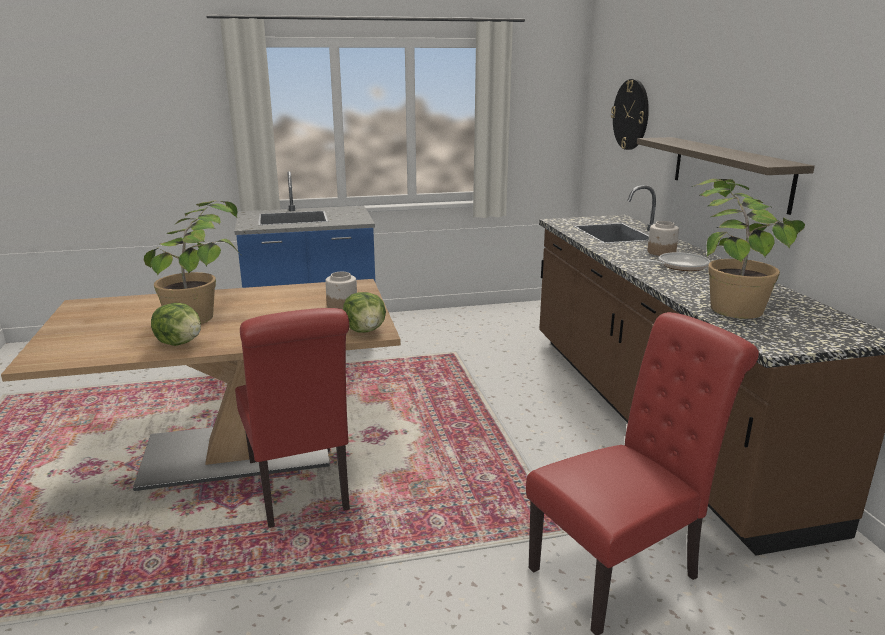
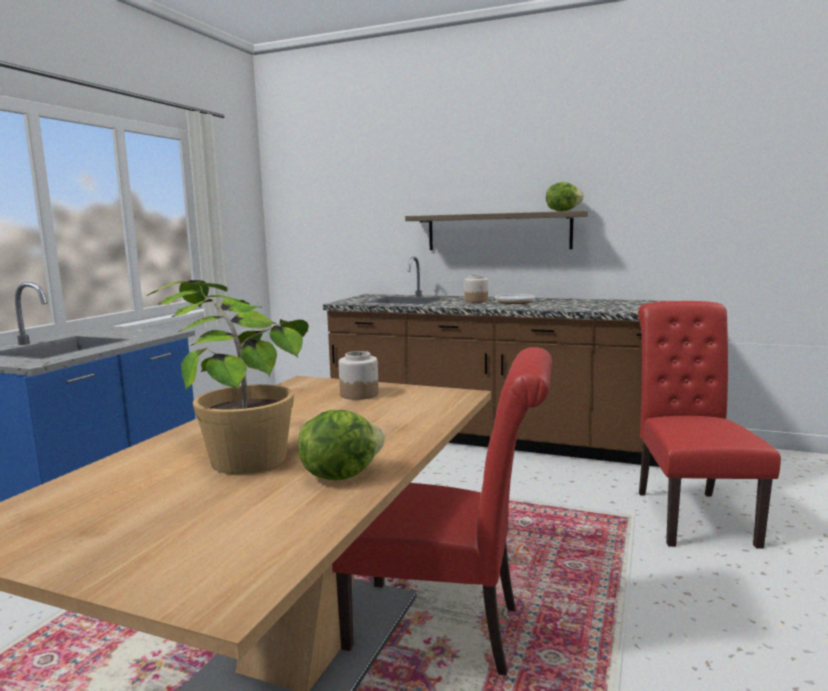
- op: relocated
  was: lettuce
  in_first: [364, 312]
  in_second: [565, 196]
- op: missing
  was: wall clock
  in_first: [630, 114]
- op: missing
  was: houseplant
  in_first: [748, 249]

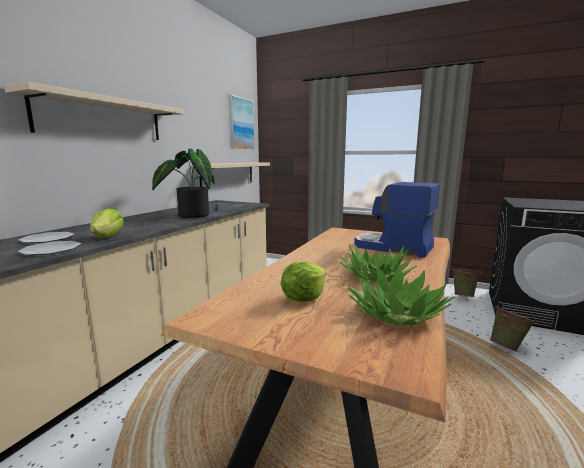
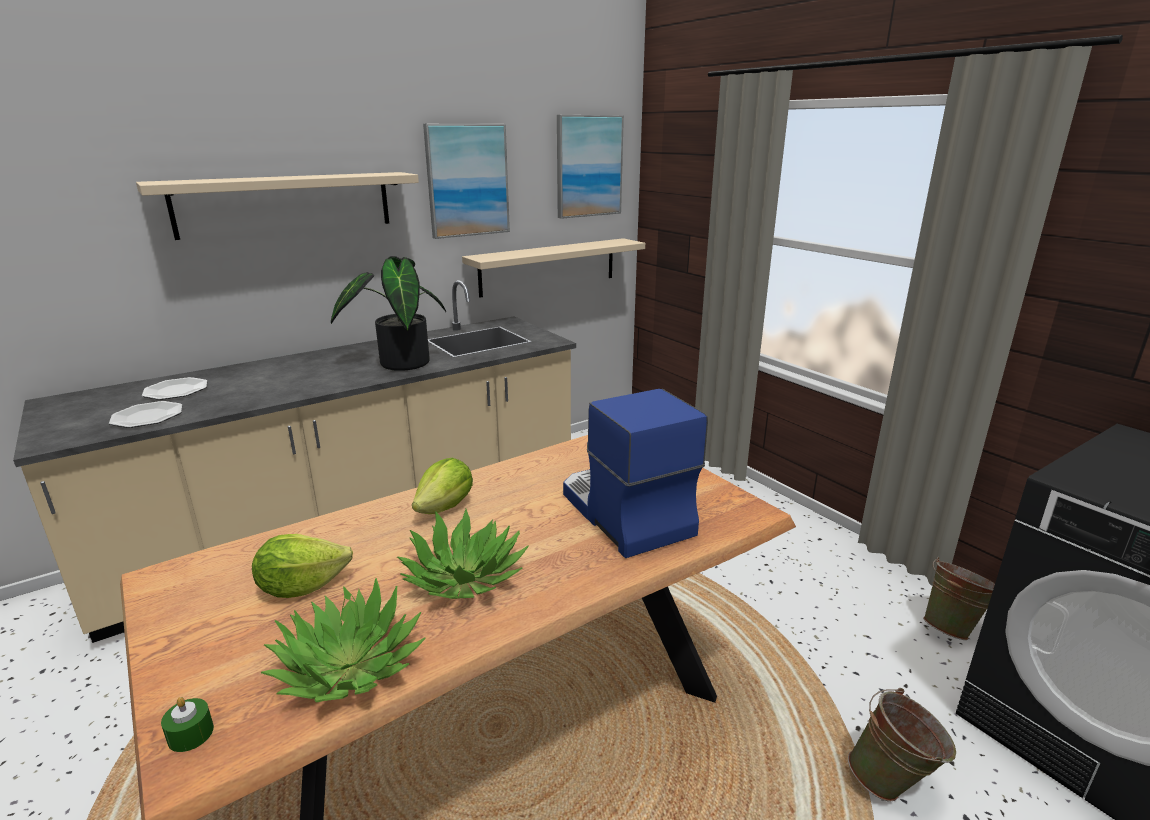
- op: relocated
  was: lettuce
  in_first: [107, 223]
  in_second: [442, 486]
- op: appeared
  now: wax light (green-coloured)
  in_second: [187, 724]
- op: appeared
  now: picture
  in_second: [466, 181]

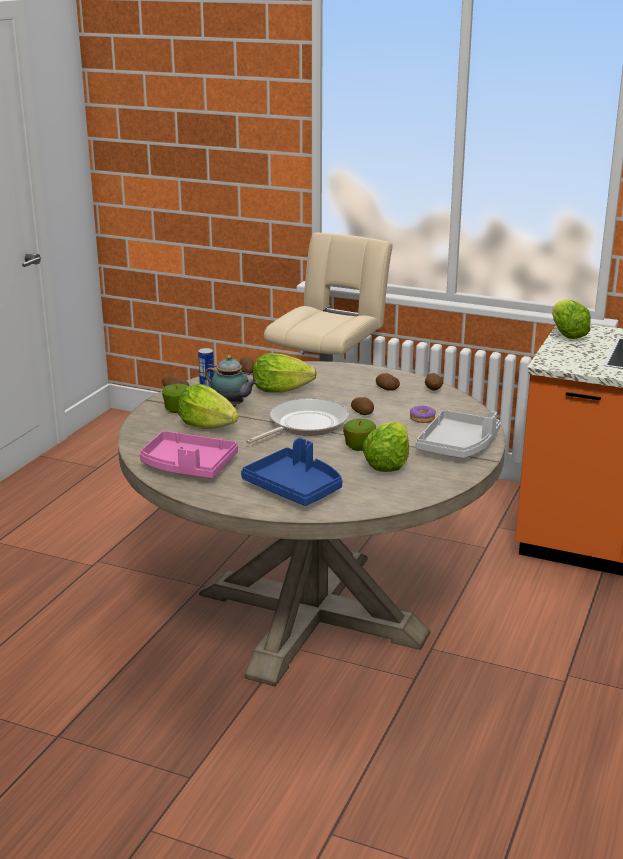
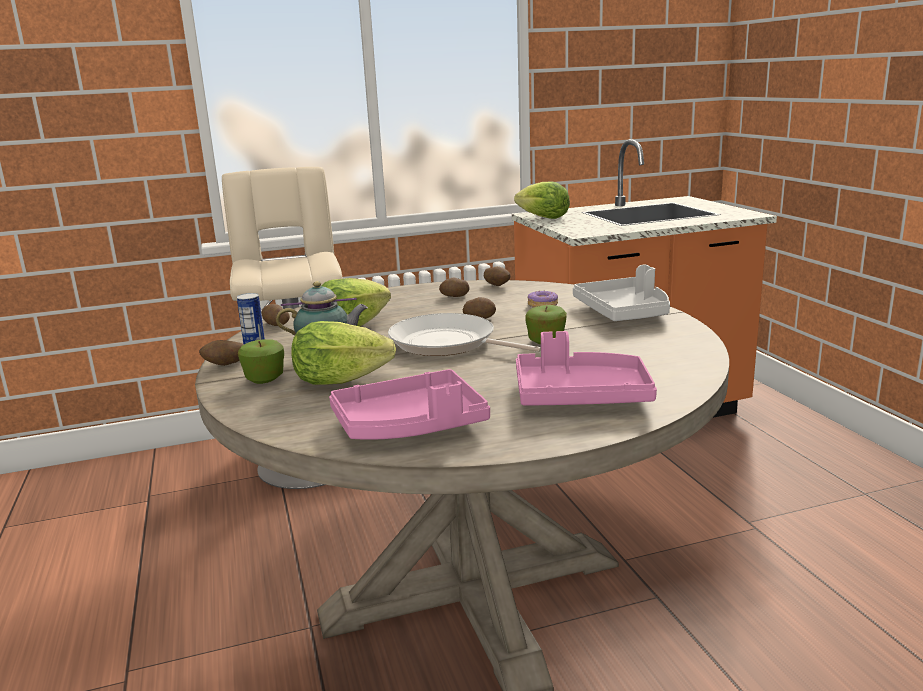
- op: colour
  was: carrying tray (blue)
  now: carrying tray (pinkish)
  in_first: [291, 472]
  in_second: [586, 368]
- op: spun
  was: skillet
  in_first: [297, 421]
  in_second: [464, 334]
  clockwise: -60
- op: missing
  was: lettuce
  in_first: [385, 446]

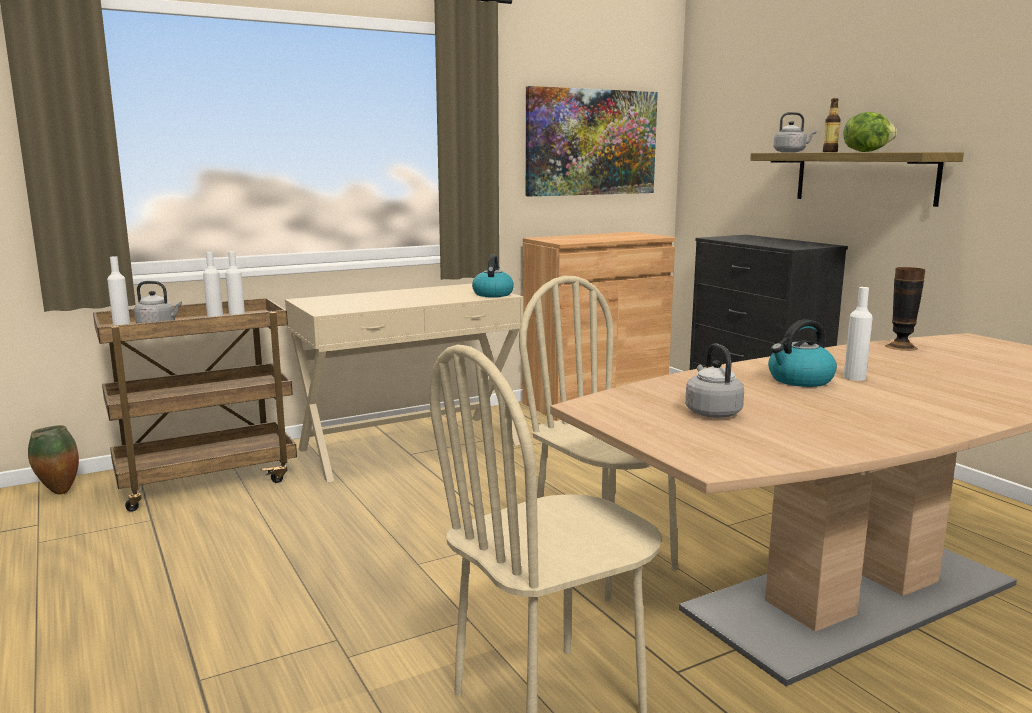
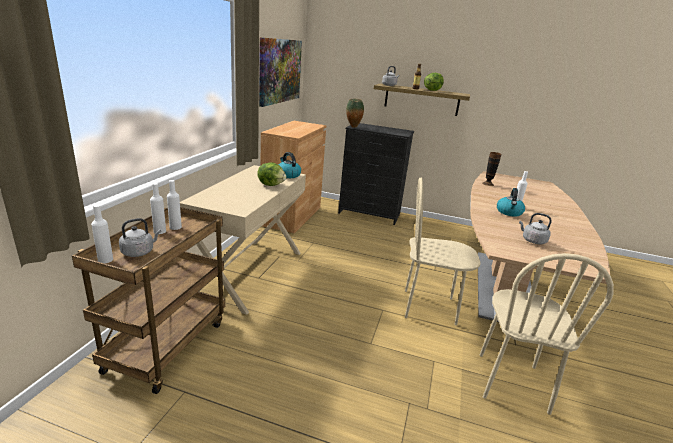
- op: relocated
  was: flower vase
  in_first: [53, 459]
  in_second: [355, 113]
- op: appeared
  now: lettuce
  in_second: [272, 174]

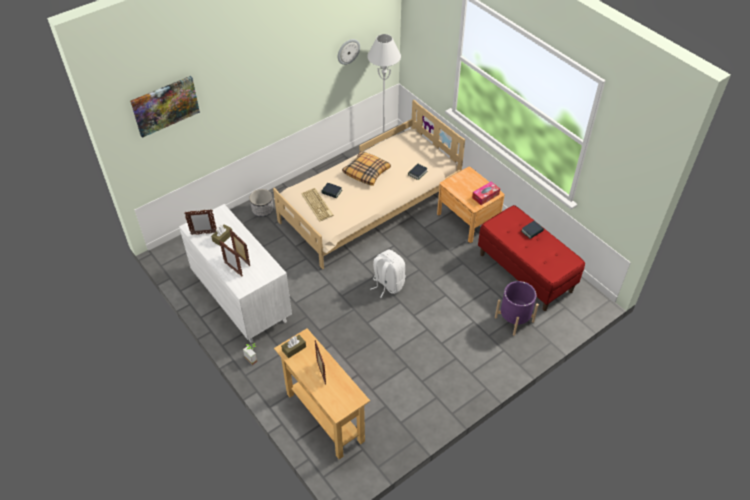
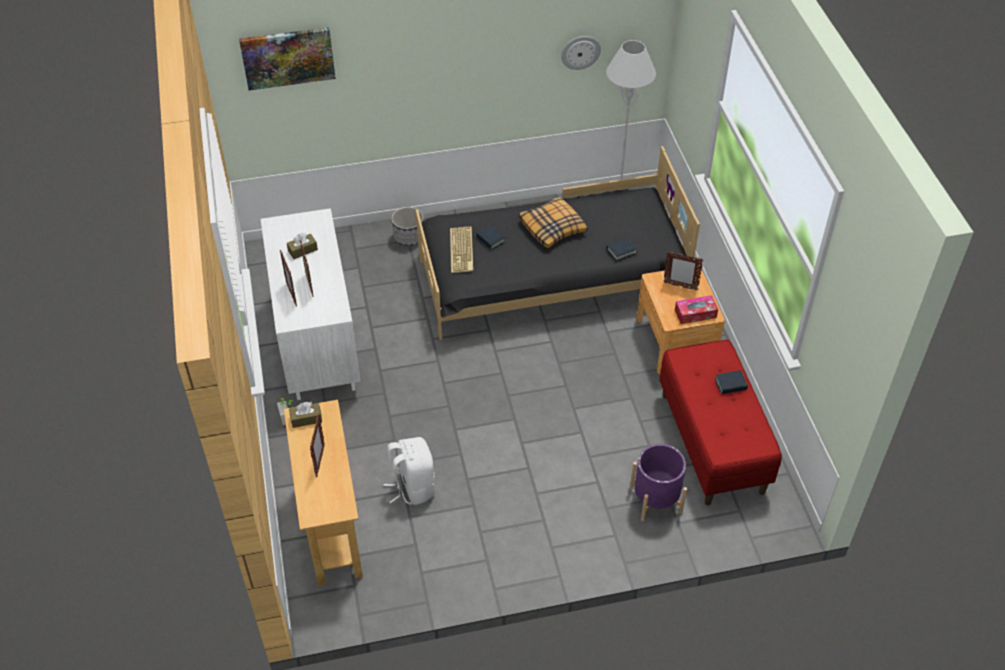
- op: relocated
  was: photo frame
  in_first: [200, 222]
  in_second: [683, 270]
- op: colour
  was: bedroom bed (beige-coloured)
  now: bedroom bed (blackish)
  in_first: [369, 184]
  in_second: [558, 243]
- op: relocated
  was: backpack (white)
  in_first: [388, 273]
  in_second: [409, 471]

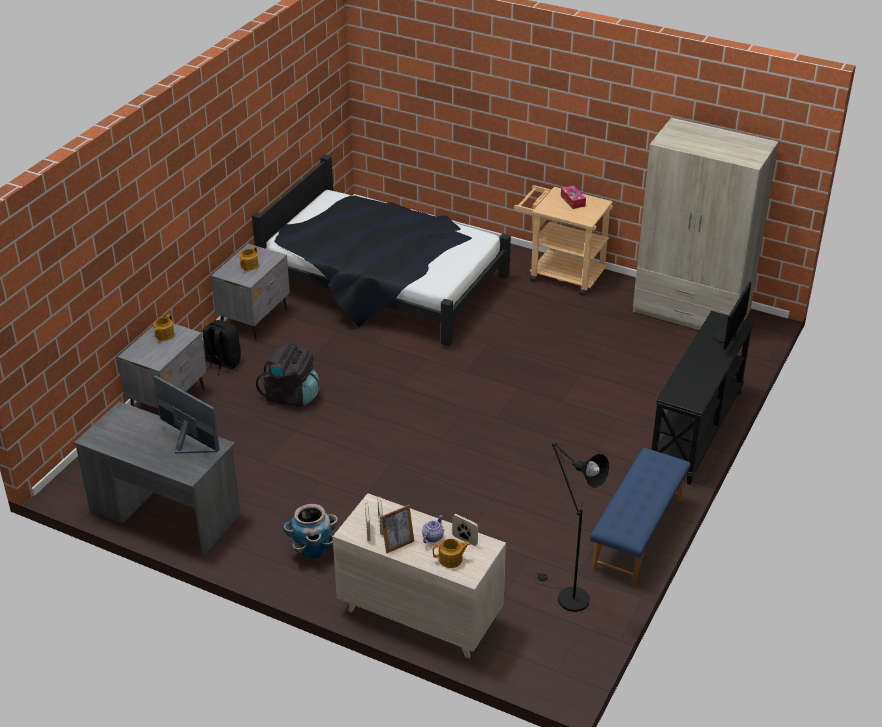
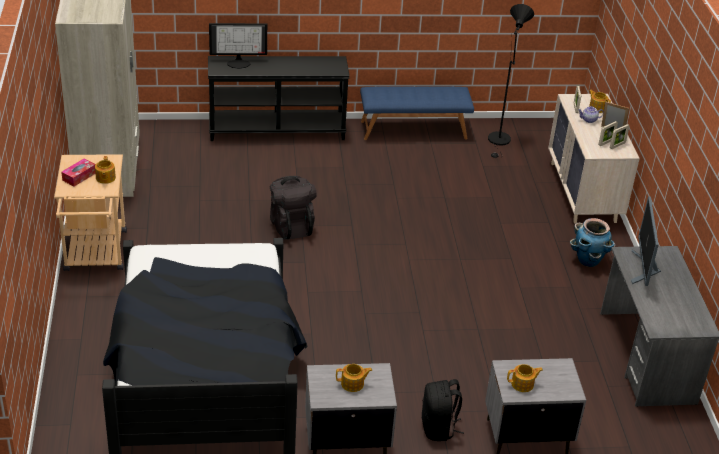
- op: relocated
  was: backpack (blackish)
  in_first: [288, 374]
  in_second: [293, 208]
- op: appeared
  now: pot for tea
  in_second: [105, 170]

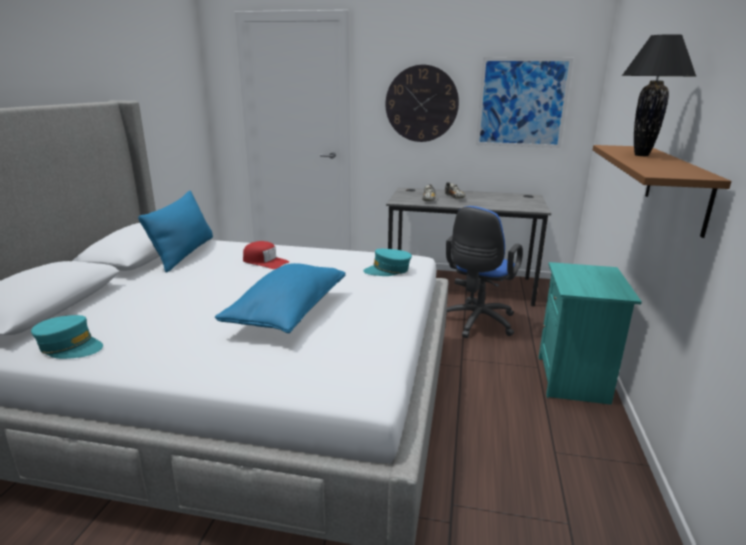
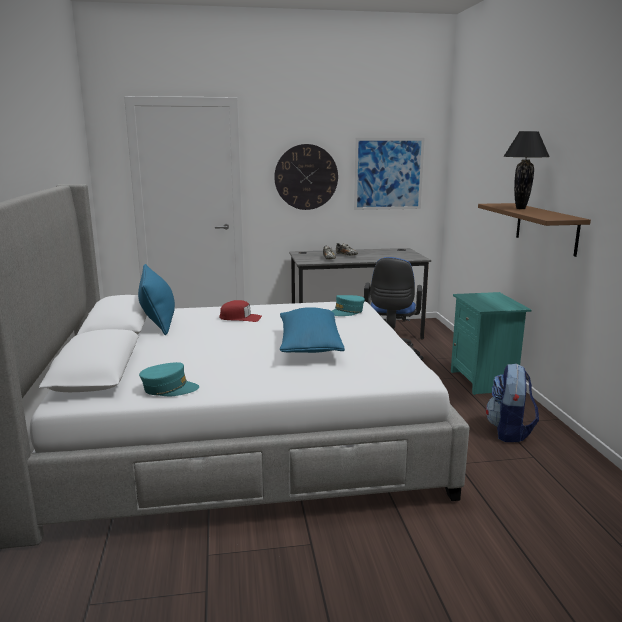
- op: appeared
  now: backpack
  in_second: [512, 402]

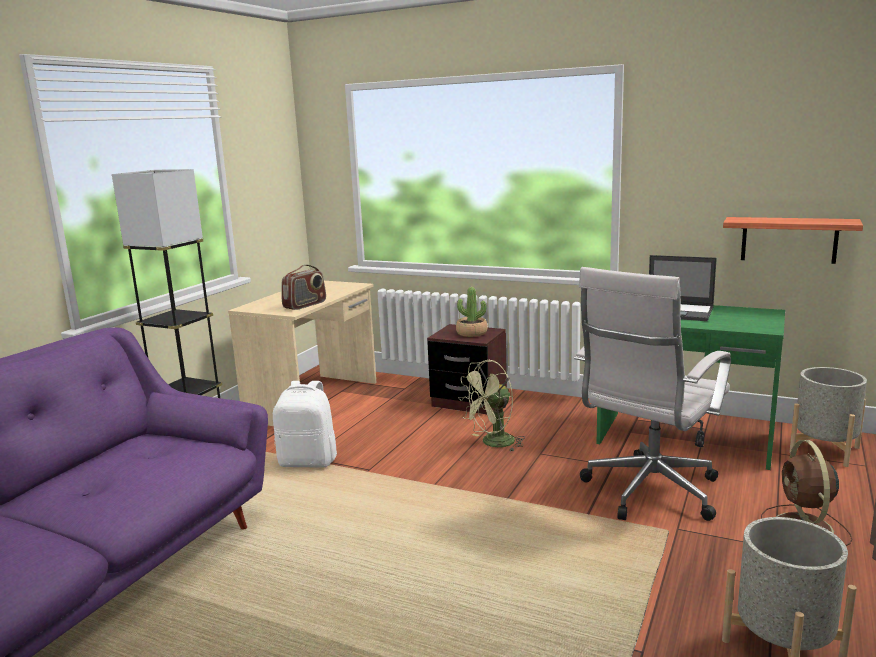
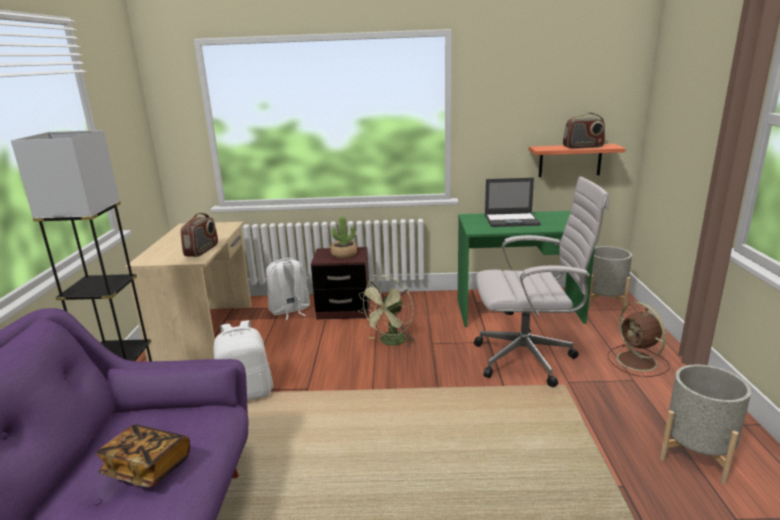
- op: spun
  was: office chair (white)
  in_first: [652, 394]
  in_second: [541, 282]
  clockwise: -105
- op: appeared
  now: book
  in_second: [143, 456]
- op: appeared
  now: backpack (white)
  in_second: [288, 289]
- op: appeared
  now: radio receiver
  in_second: [584, 131]

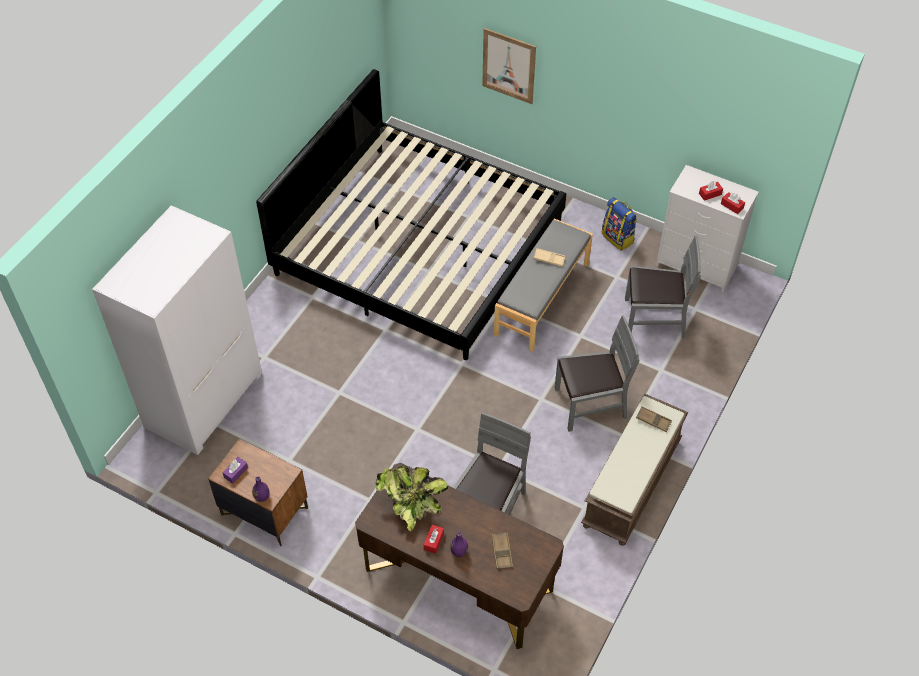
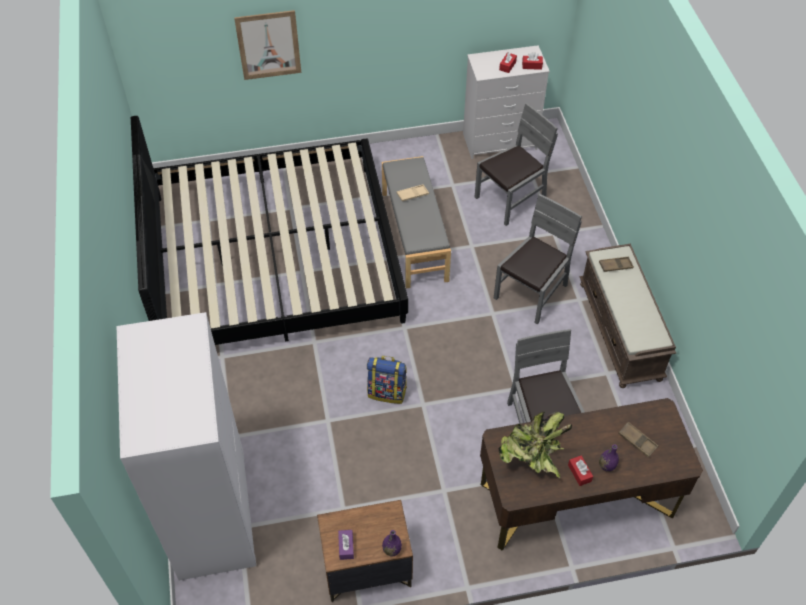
- op: relocated
  was: backpack
  in_first: [619, 224]
  in_second: [387, 380]

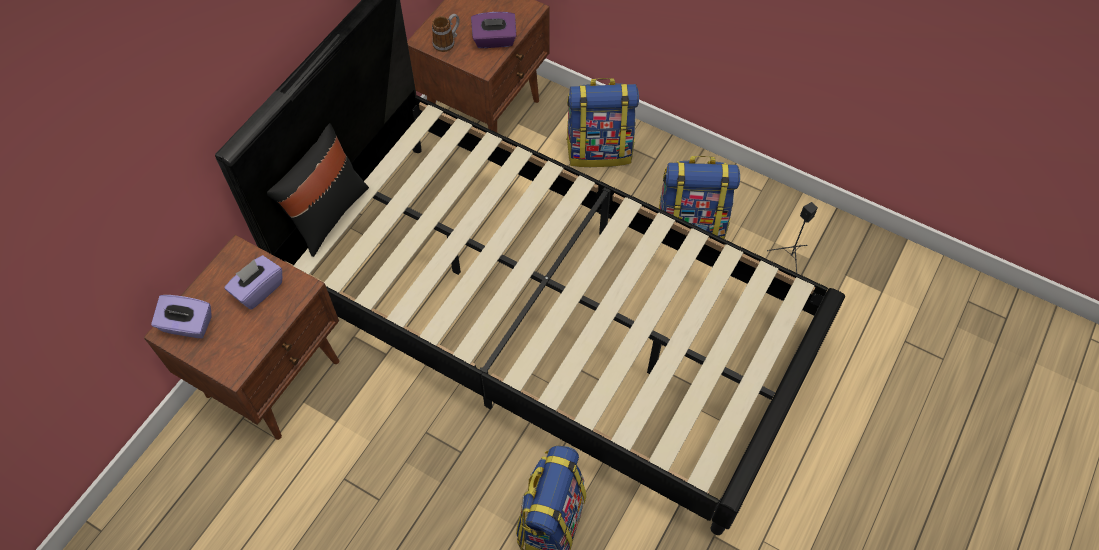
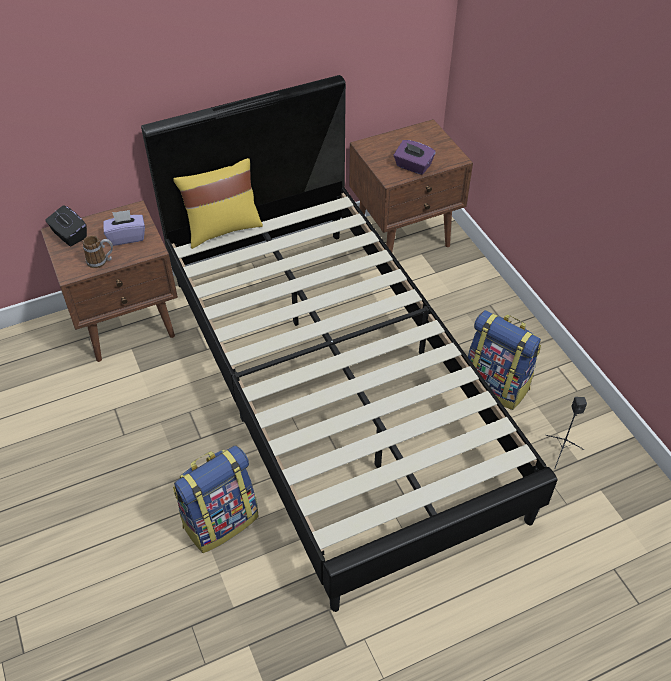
- op: colour
  was: tissue holder (purple)
  now: tissue holder (blackish)
  in_first: [181, 316]
  in_second: [66, 225]
- op: colour
  was: cushion (blackish)
  now: cushion (yellow-coloured)
  in_first: [318, 190]
  in_second: [218, 203]
- op: relocated
  was: mug
  in_first: [446, 33]
  in_second: [98, 251]
- op: missing
  was: backpack
  in_first: [603, 122]

